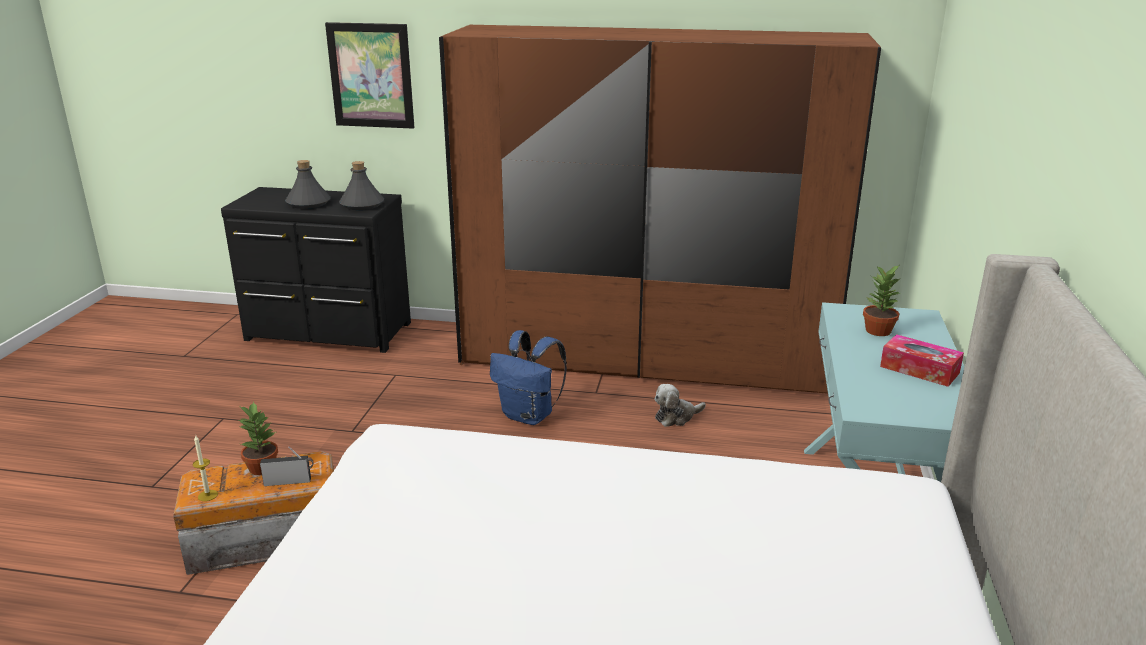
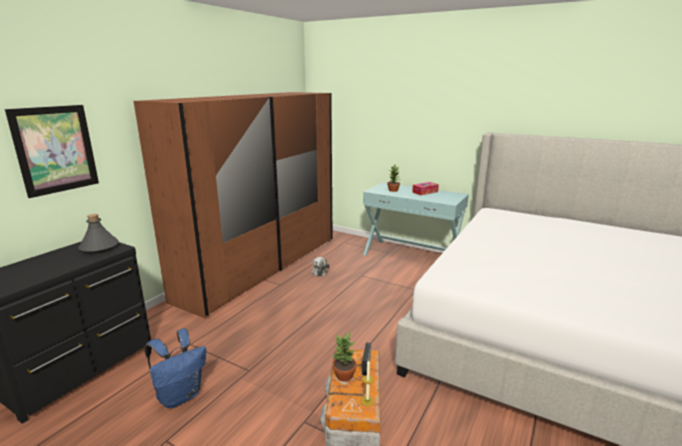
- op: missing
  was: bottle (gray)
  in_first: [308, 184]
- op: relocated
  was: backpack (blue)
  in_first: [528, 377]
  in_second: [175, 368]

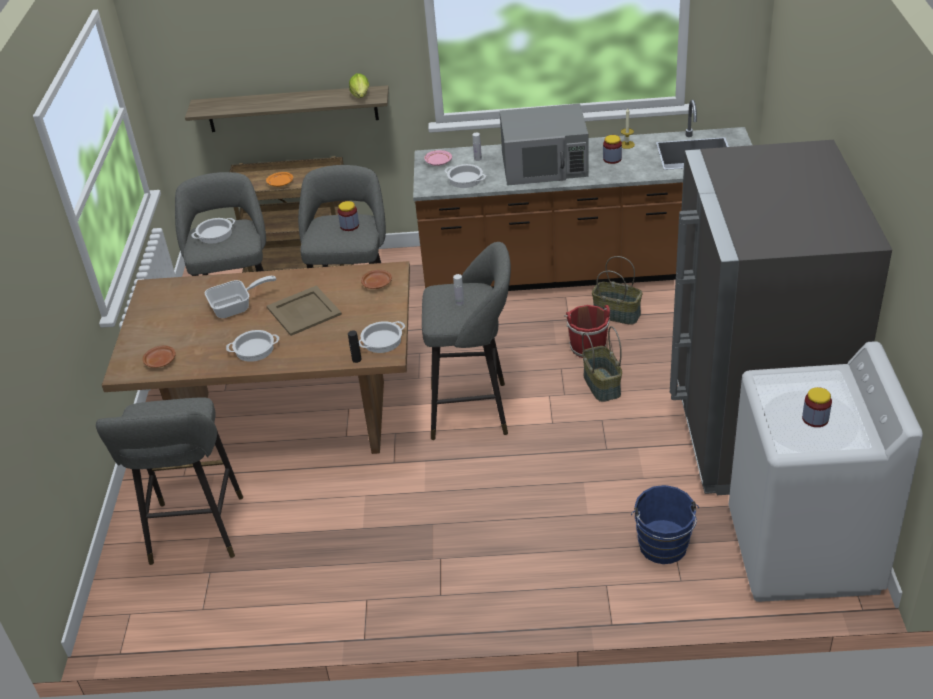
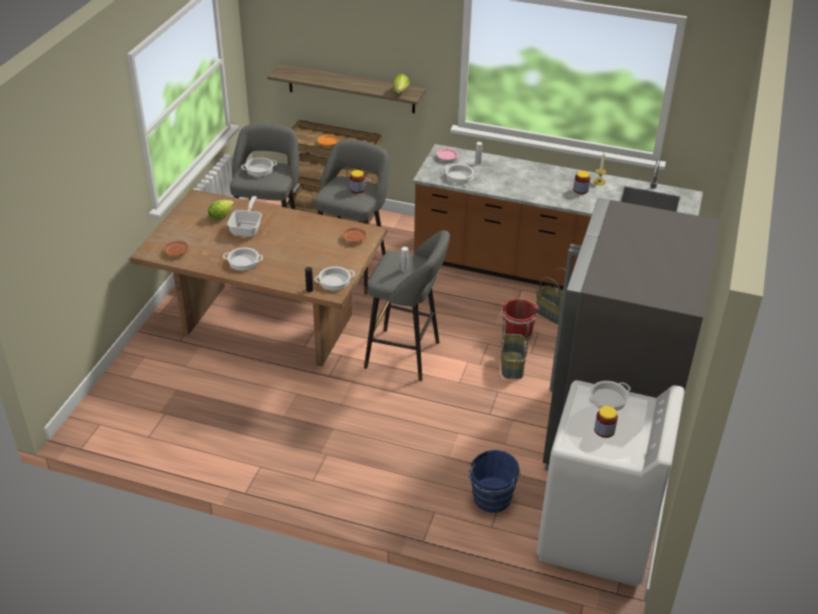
- op: missing
  was: stool (gray)
  in_first: [169, 481]
- op: spun
  was: skillet
  in_first: [240, 297]
  in_second: [244, 216]
  clockwise: -75
- op: missing
  was: carrying tray (beige-coloured)
  in_first: [304, 311]
- op: missing
  was: kitchen microwave (gray)
  in_first: [544, 145]
- op: appeared
  now: lettuce
  in_second: [221, 210]
- op: appeared
  now: stockpot
  in_second: [610, 396]

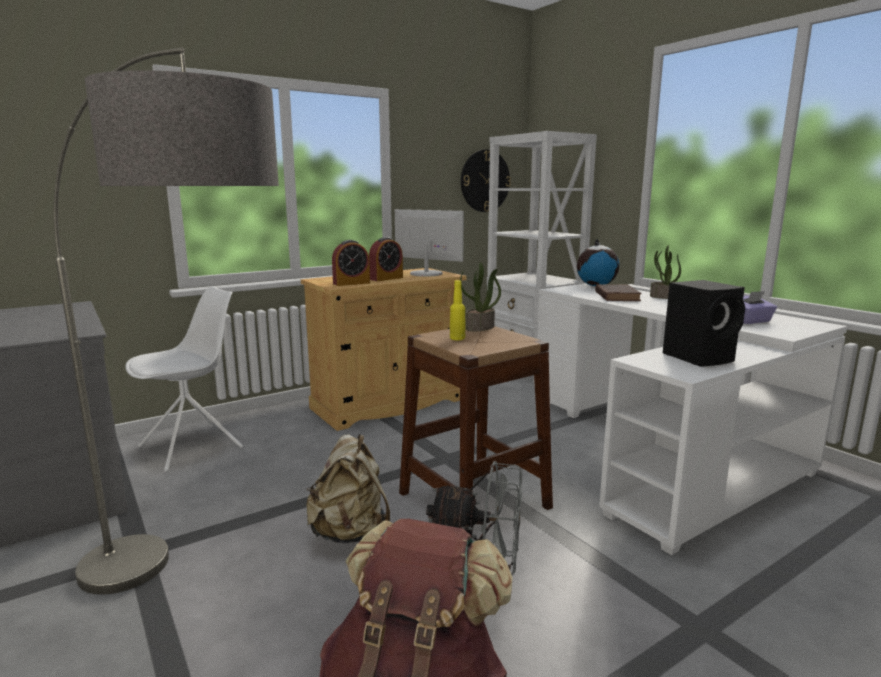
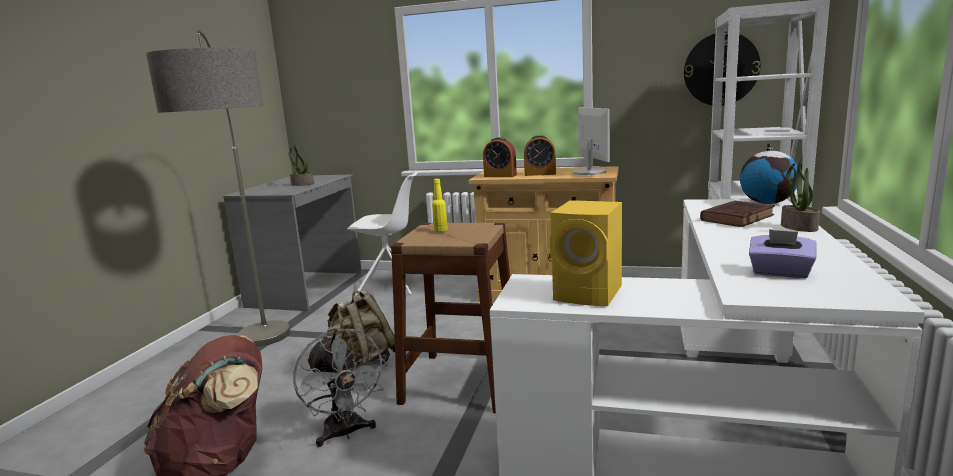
- op: relocated
  was: houseplant
  in_first: [480, 296]
  in_second: [301, 164]
- op: colour
  was: speaker (blackish)
  now: speaker (yellow-coloured)
  in_first: [704, 323]
  in_second: [586, 253]

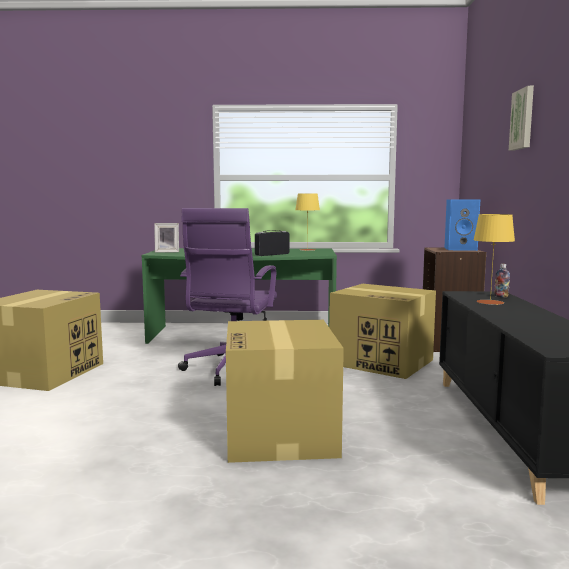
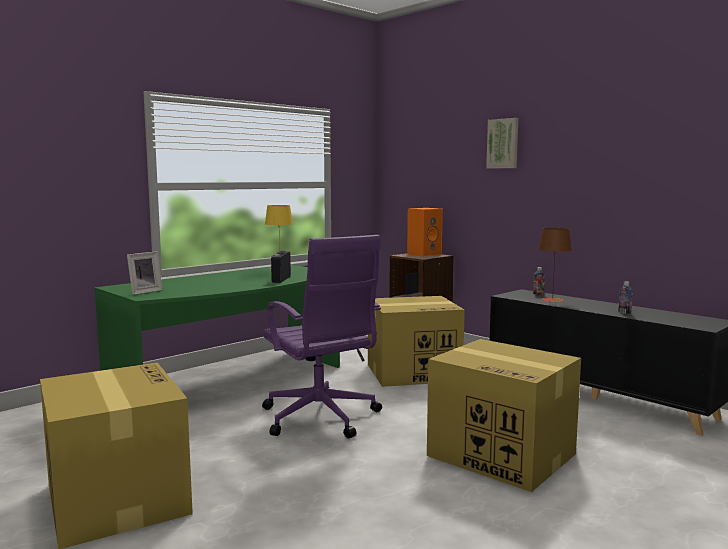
- op: colour
  was: speaker (blue)
  now: speaker (orange)
  in_first: [462, 225]
  in_second: [425, 232]
- op: colour
  was: table lamp (yellow-coloured)
  now: table lamp (brownish)
  in_first: [494, 259]
  in_second: [555, 265]
- op: appeared
  now: bottle
  in_second: [625, 298]

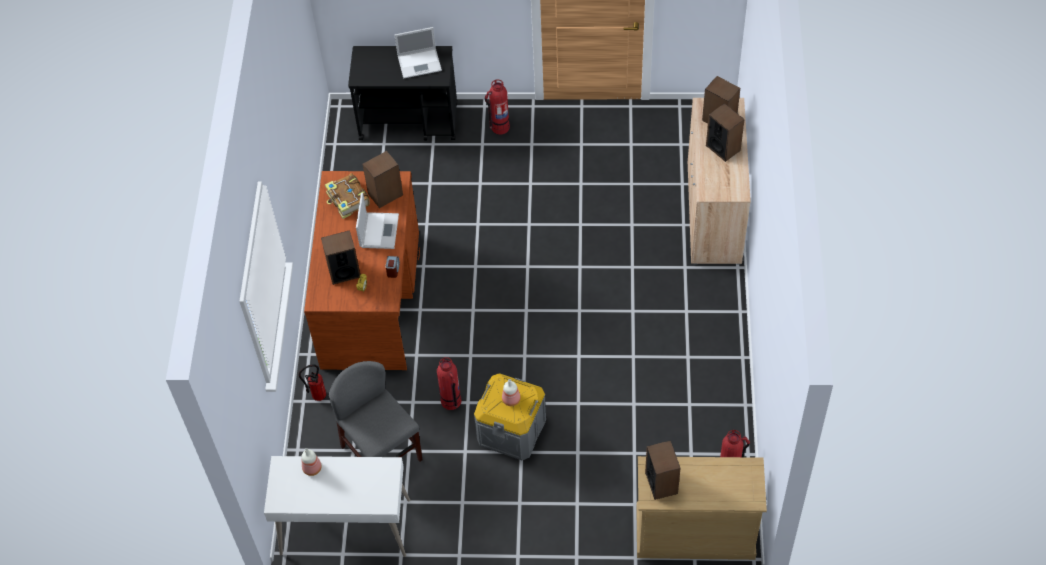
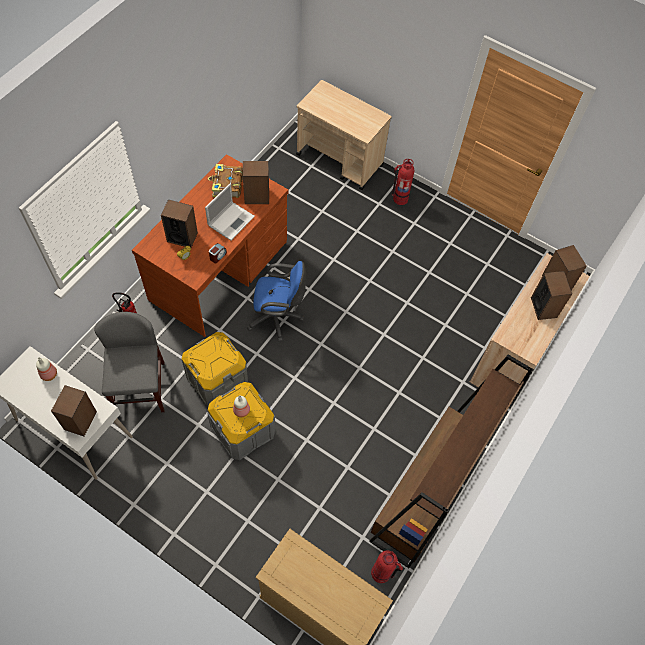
- op: colour
  was: wheeled cart (blackish)
  now: wheeled cart (beige-coloured)
  in_first: [402, 93]
  in_second: [344, 135]
- op: missing
  was: laptop
  in_first: [418, 53]
- op: exchanged
  was: extinguisher
  now: storage container (gray)
  in_first: [449, 383]
  in_second: [214, 369]
- op: relocated
  was: speaker
  in_first: [663, 470]
  in_second: [74, 410]
- op: appeared
  now: office chair (blue)
  in_second: [276, 301]
- op: appeared
  now: bookshelf (brownish)
  in_second: [451, 461]

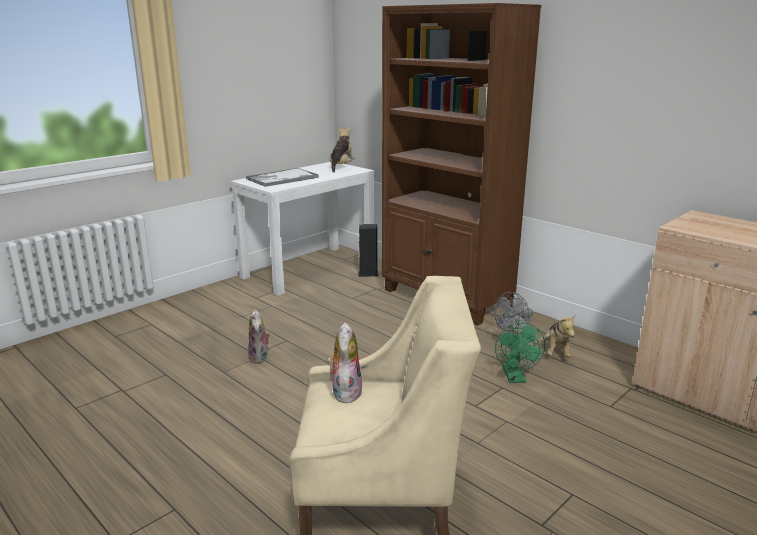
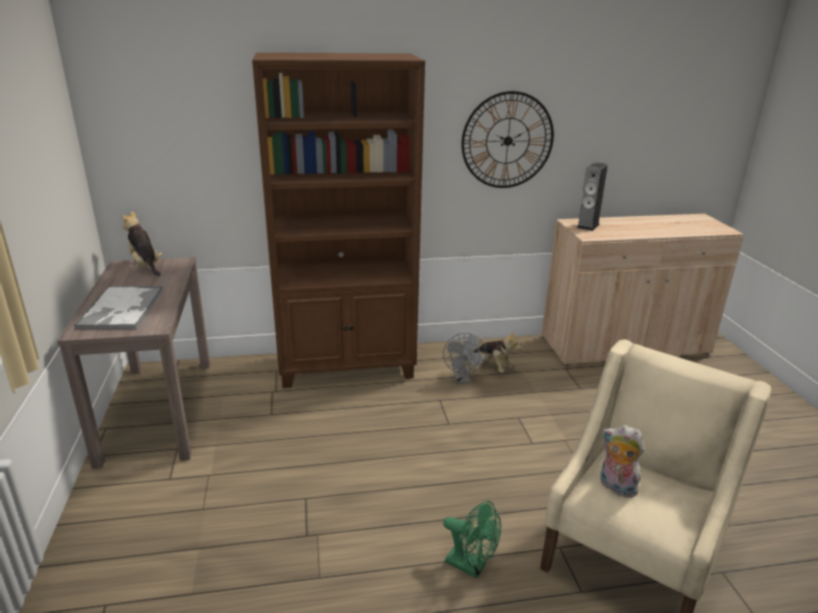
- op: colour
  was: narrow table (white)
  now: narrow table (brownish)
  in_first: [303, 228]
  in_second: [133, 363]
- op: missing
  was: cuddly toy
  in_first: [259, 337]
- op: relocated
  was: speaker
  in_first: [368, 250]
  in_second: [592, 196]
- op: relocated
  was: cooling fan (green-coloured)
  in_first: [520, 352]
  in_second: [472, 539]
- op: appeared
  now: wall clock
  in_second: [507, 139]

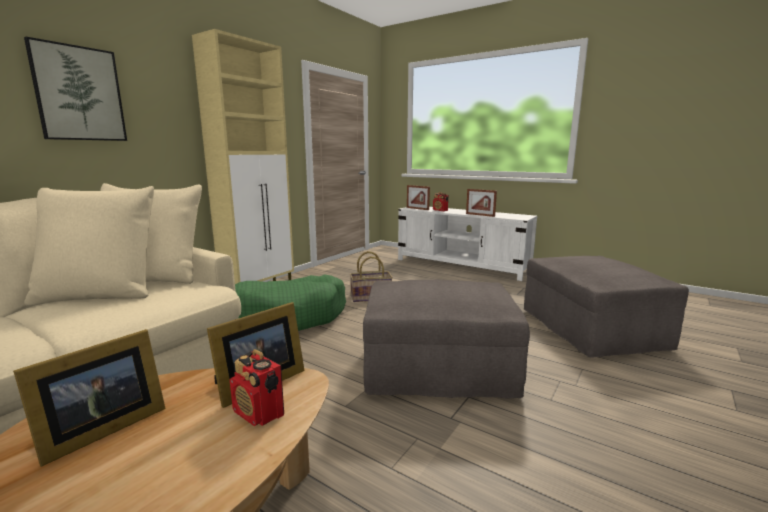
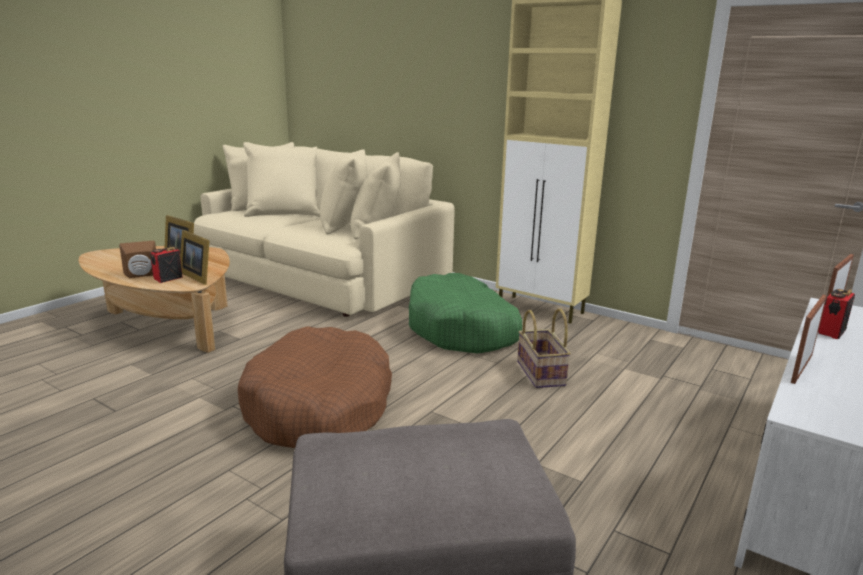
- op: missing
  was: picture
  in_first: [75, 89]
- op: exchanged
  was: pouffe (gray)
  now: dog cushion (brownish)
  in_first: [446, 339]
  in_second: [315, 387]
- op: appeared
  now: speaker (brownish)
  in_second: [137, 259]

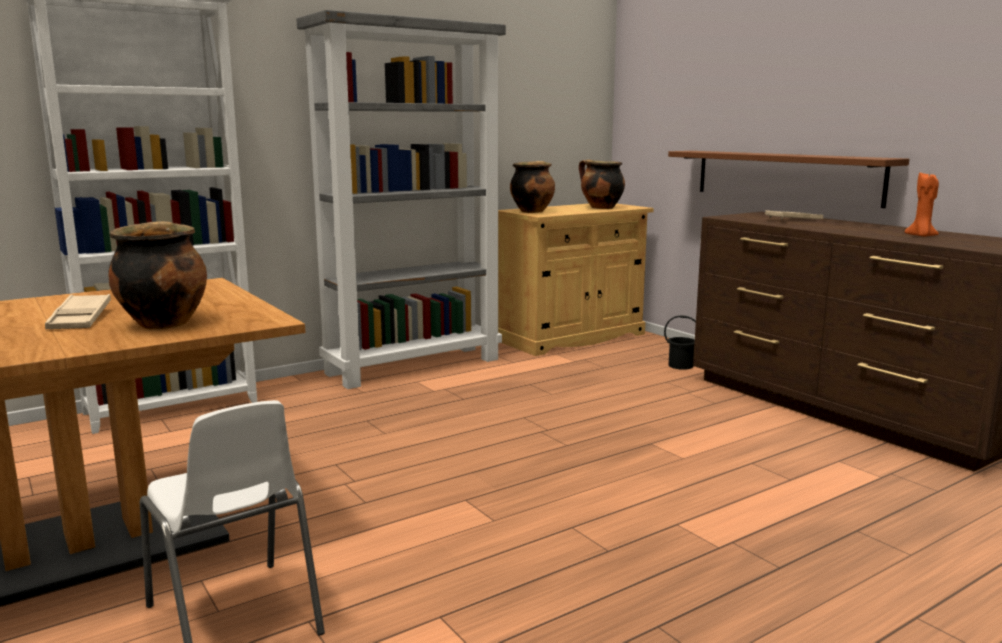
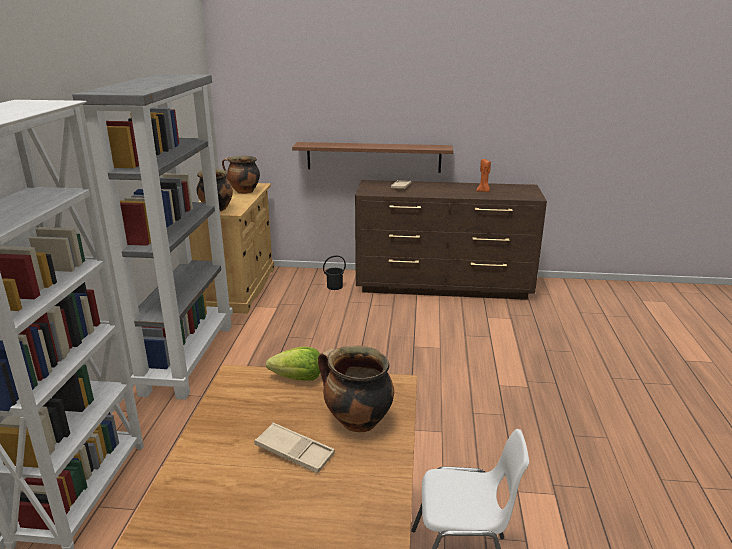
- op: appeared
  now: lettuce
  in_second: [293, 364]

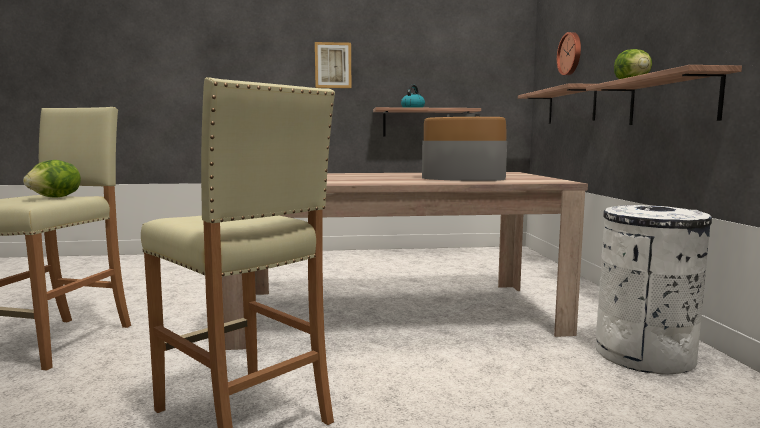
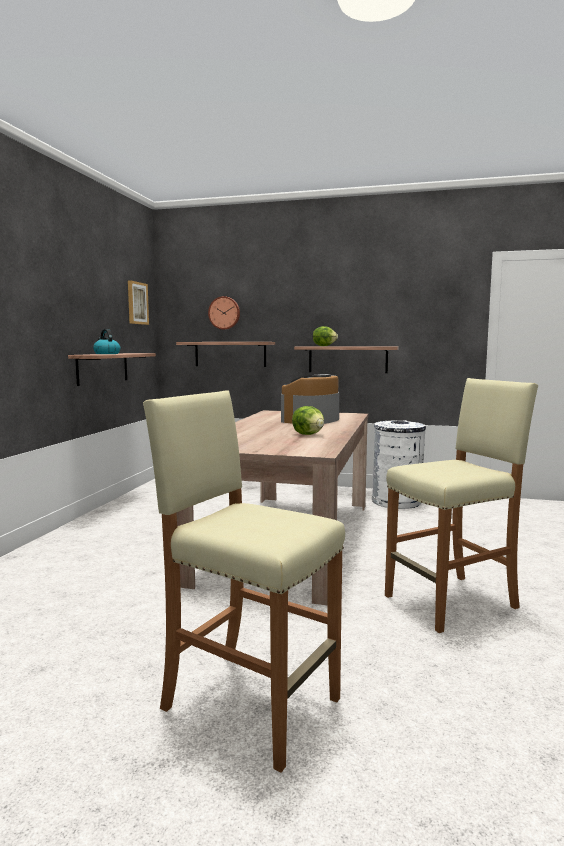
- op: relocated
  was: lettuce
  in_first: [52, 179]
  in_second: [308, 420]
- op: relocated
  was: picture
  in_first: [333, 65]
  in_second: [138, 302]

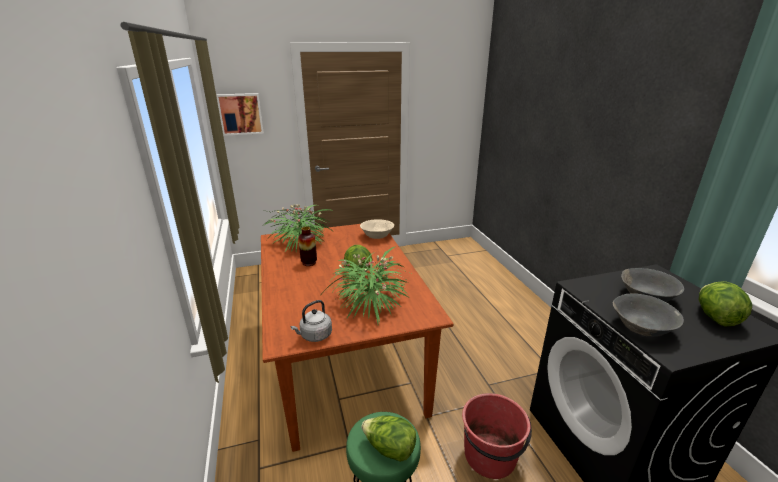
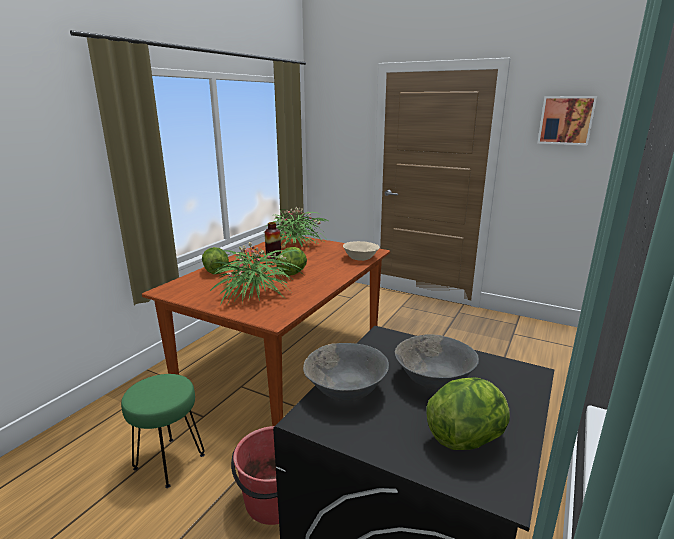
- op: relocated
  was: picture
  in_first: [240, 114]
  in_second: [567, 121]
- op: missing
  was: water kettle (gray)
  in_first: [311, 321]
- op: relocated
  was: lettuce
  in_first: [388, 438]
  in_second: [215, 260]

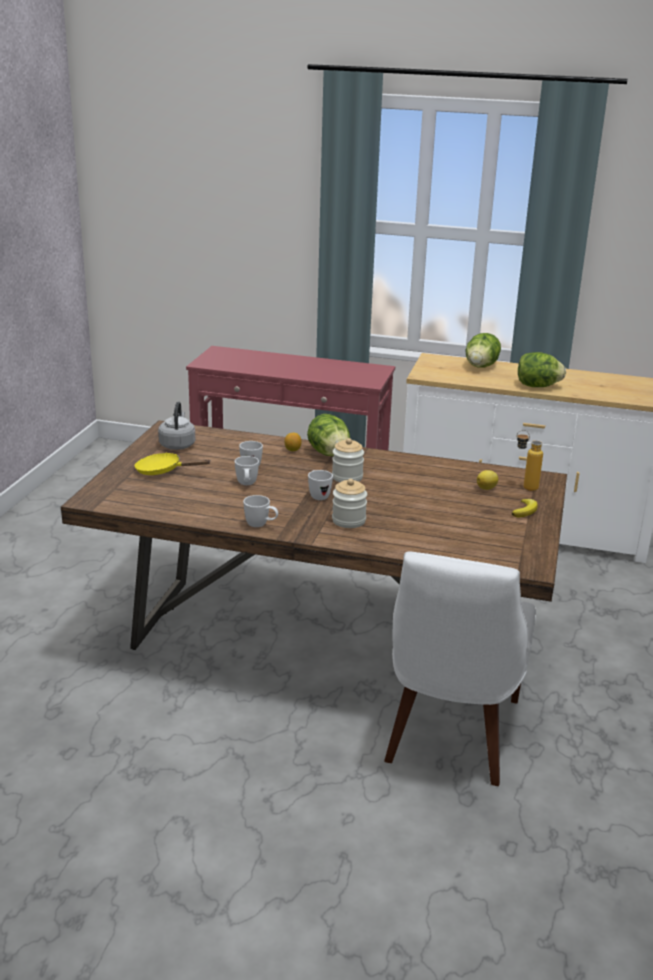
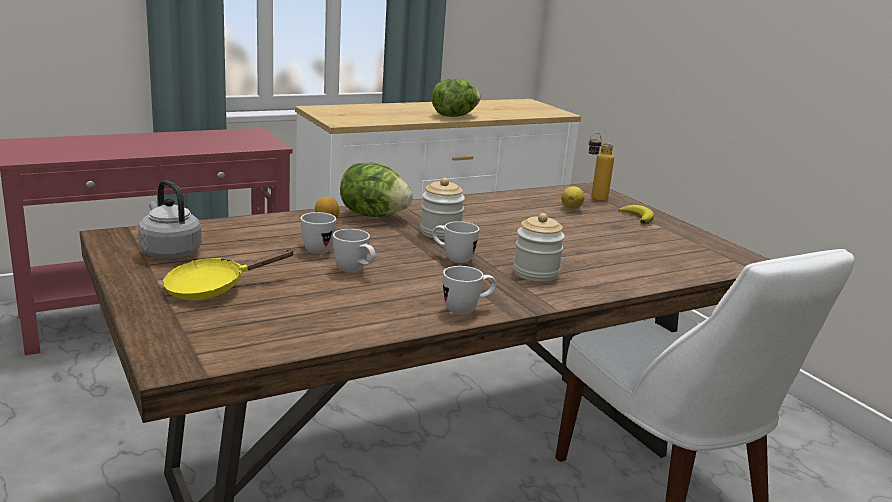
- op: missing
  was: lettuce
  in_first: [483, 350]

